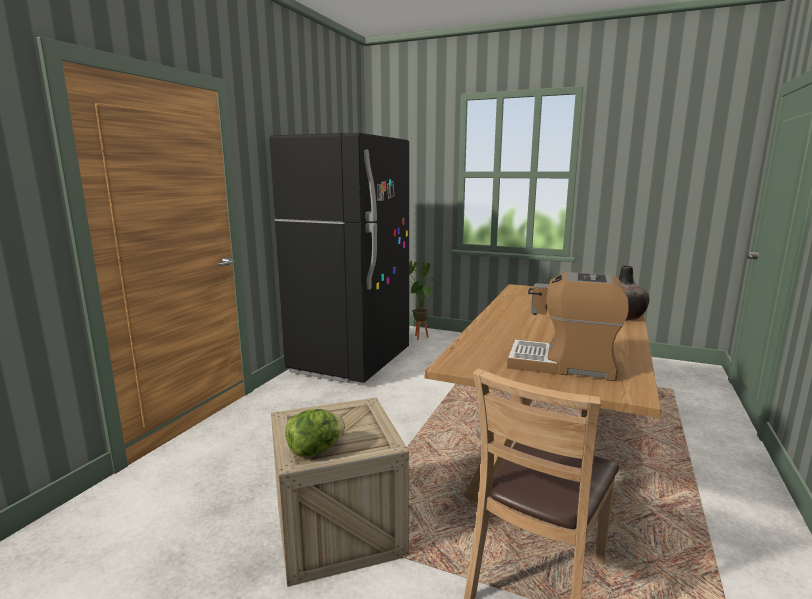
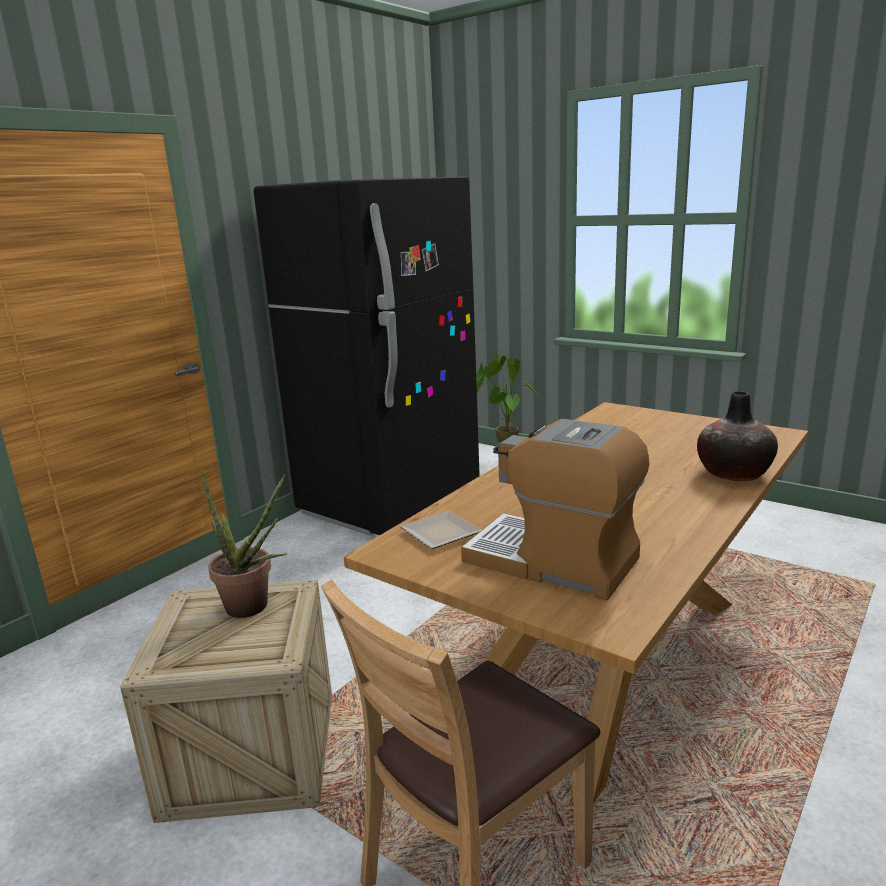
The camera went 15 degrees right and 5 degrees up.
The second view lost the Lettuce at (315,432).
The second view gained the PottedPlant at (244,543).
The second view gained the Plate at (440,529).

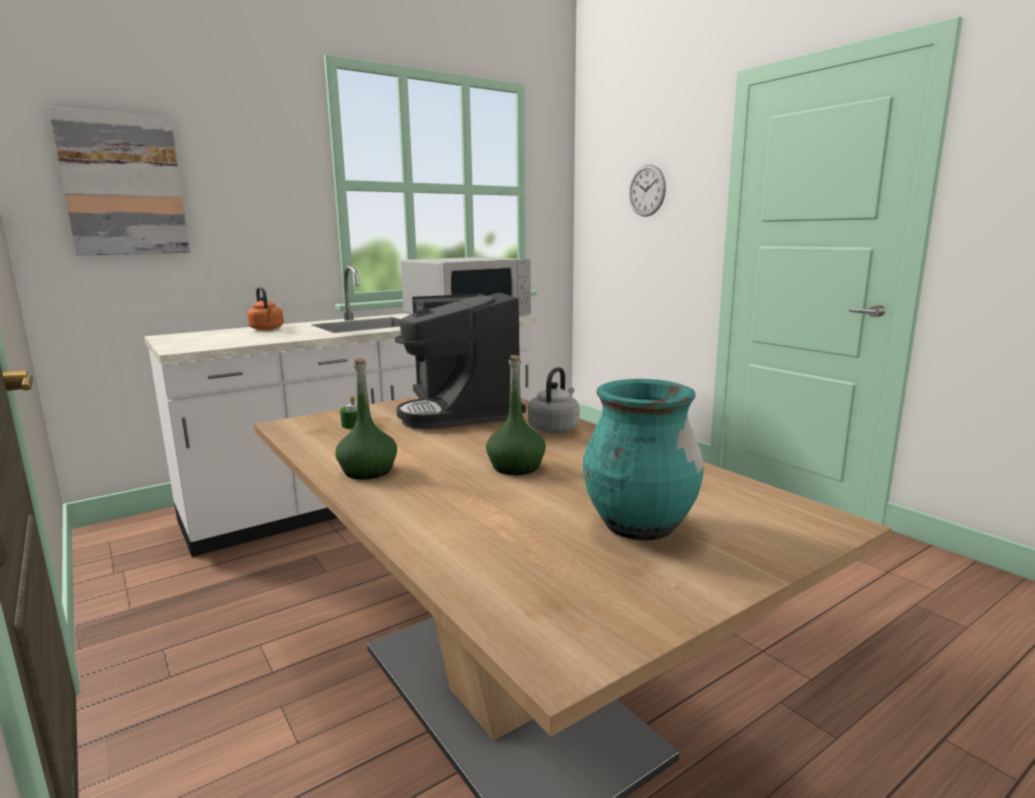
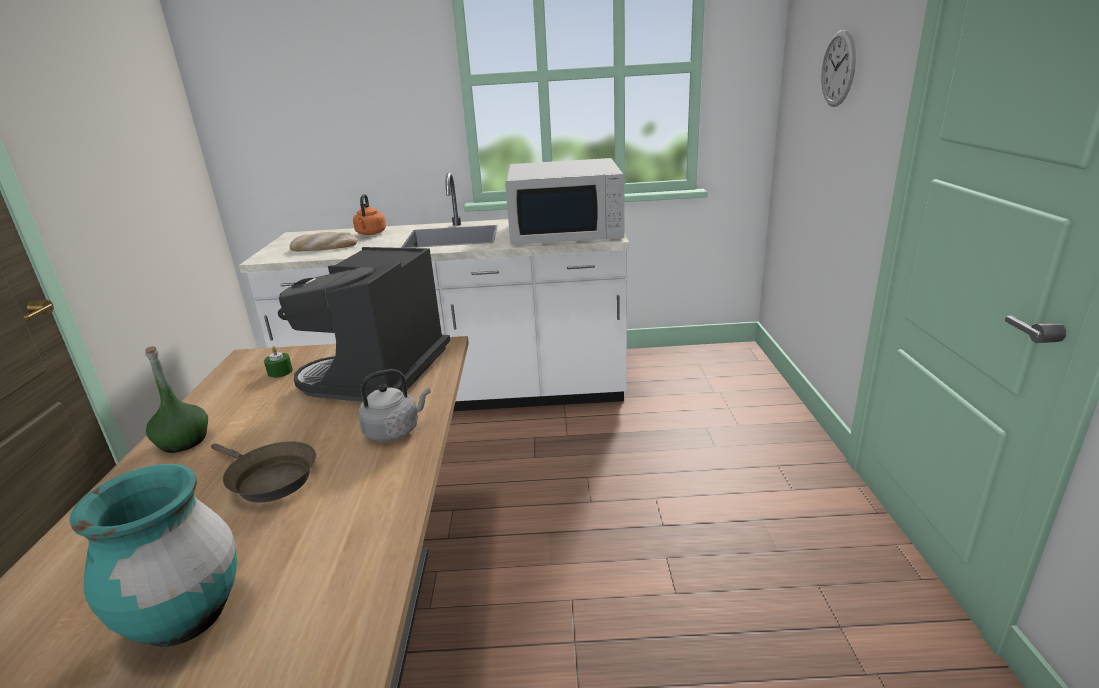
The camera went 35 degrees right and 10 degrees up.
The second view lost the Picture at (119,181).
Where the GreenBottle stood at (516,415), the BrownFryingPan came to stand at (263,472).
The second view gained the Bread at (324,241).

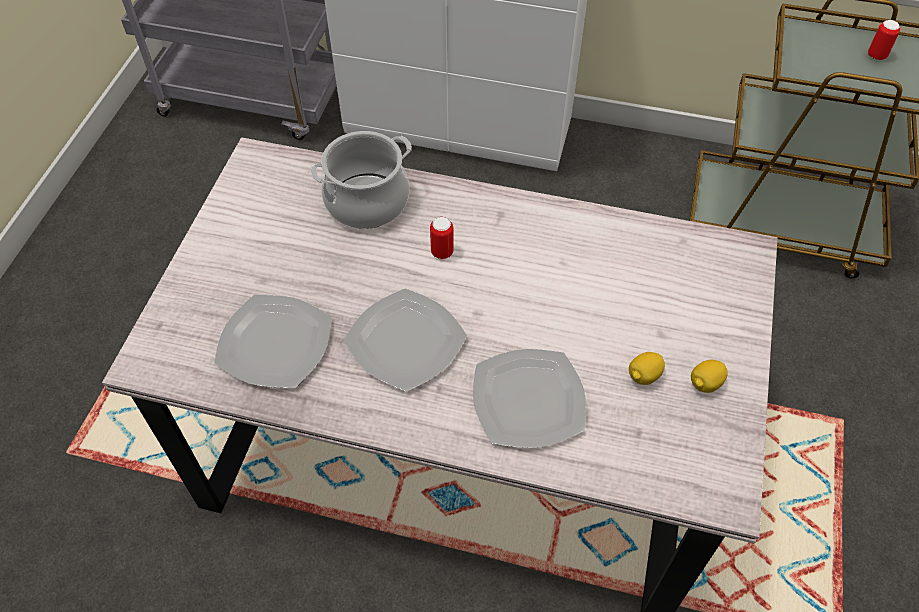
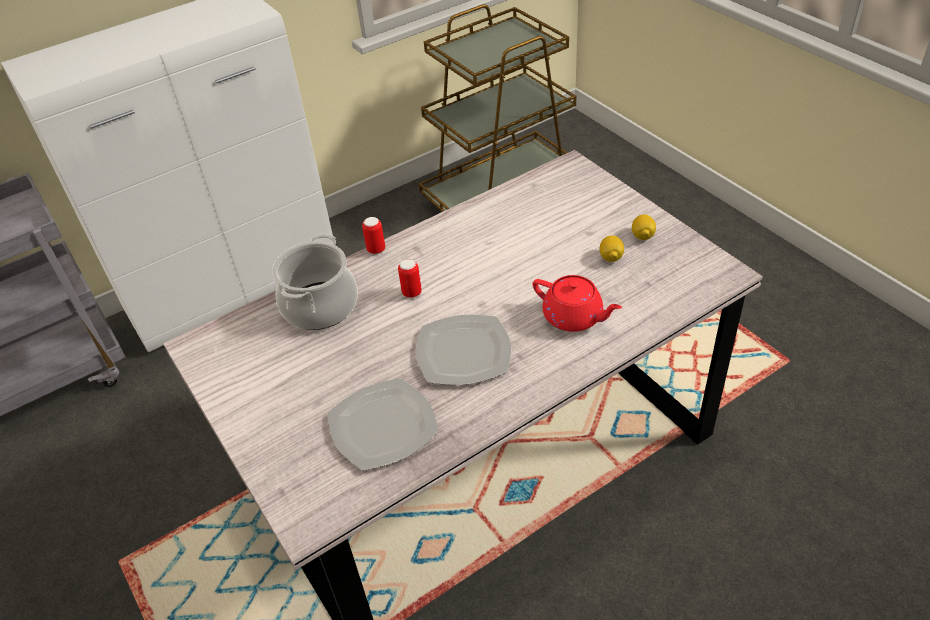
The camera went 45 degrees left and 10 degrees down.
The Can ended up elsewhere, having gone from (884,40) to (373,235).
Where the Plate stood at (529,398), the RedTeapot came to stand at (577,303).

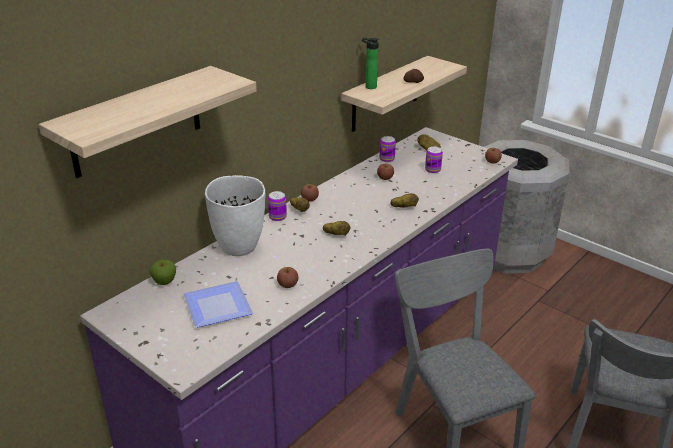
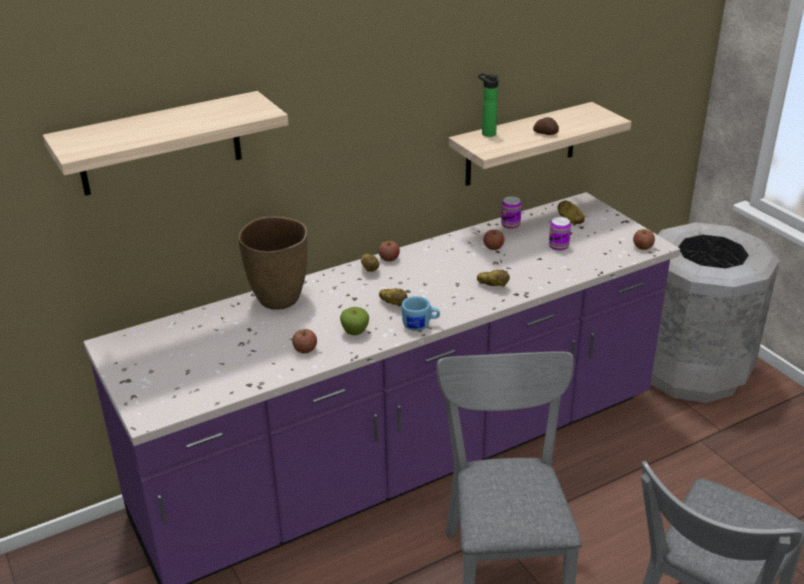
The camera went 20 degrees right and 0 degrees up.
What was the WhiteVase at (235,215) turned into the BrownVase at (272,263).
The second view lost the Can at (277,206).
The Apple ended up elsewhere, having gone from (163,272) to (354,321).
The second view lost the Plate at (218,304).
The second view gained the BlueMug at (420,313).

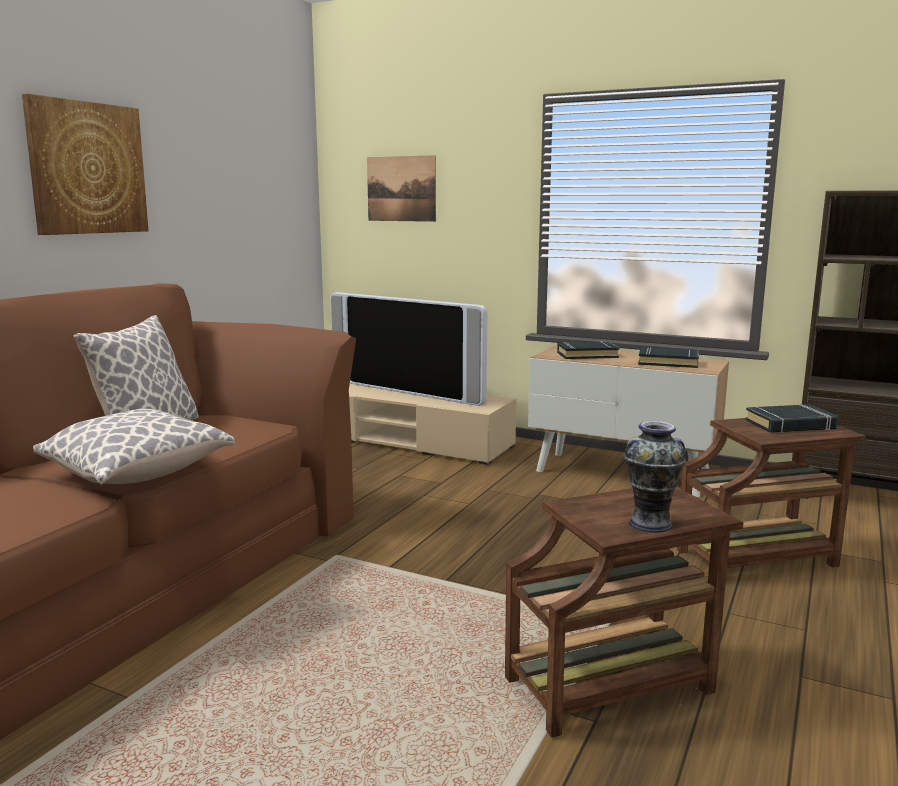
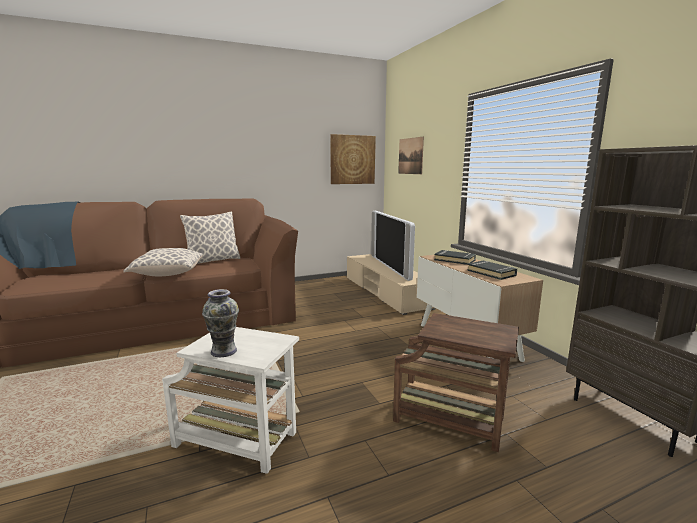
The camera went 40 degrees right and 0 degrees up.
The Picture ended up elsewhere, having gone from (85,164) to (353,159).
The second view lost the BlackBook at (791,418).
What was the BrownSideTable at (624,612) turned into the WhiteSideTable at (230,400).

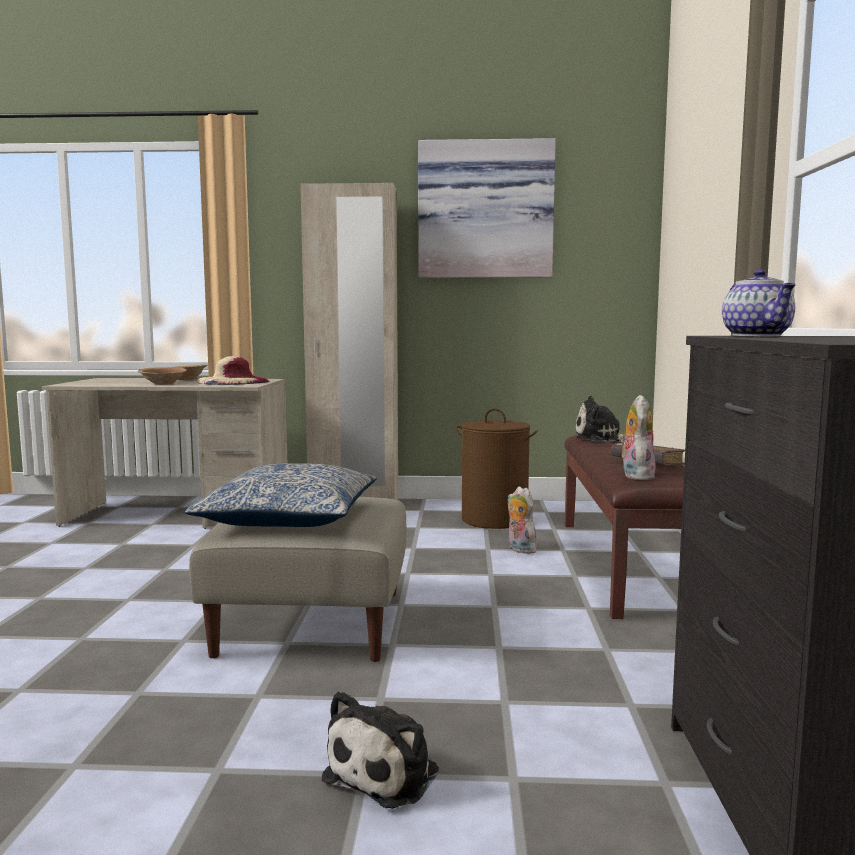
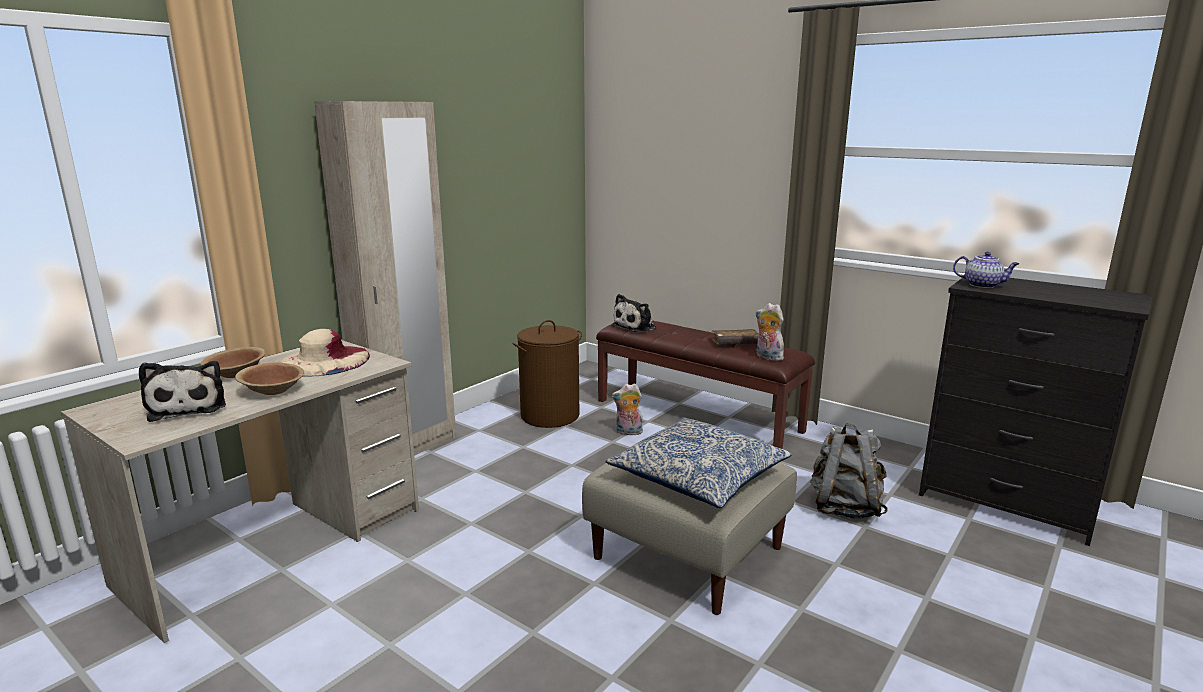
The camera went 55 degrees left and 10 degrees up.
The second view lost the Picture at (487,208).
The PlushToy ended up elsewhere, having gone from (380,750) to (182,391).
The second view gained the GreyBackpack at (849,471).

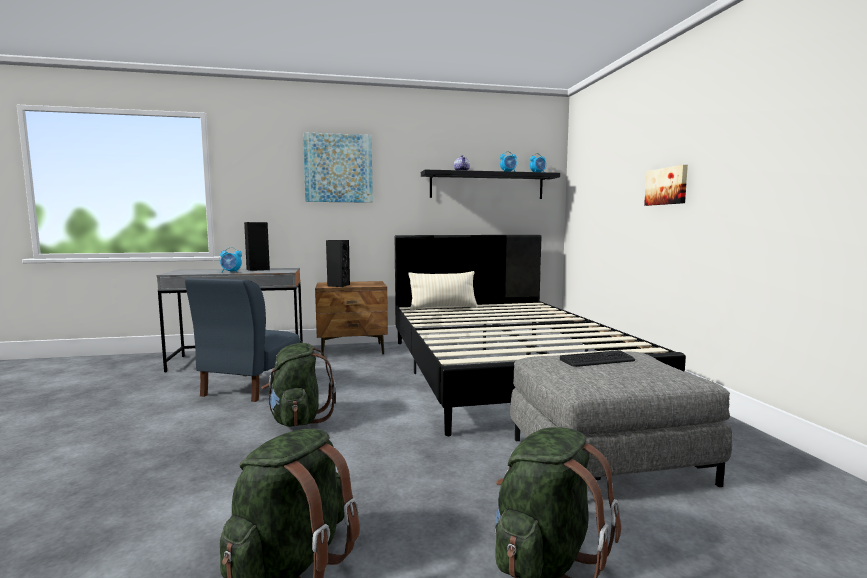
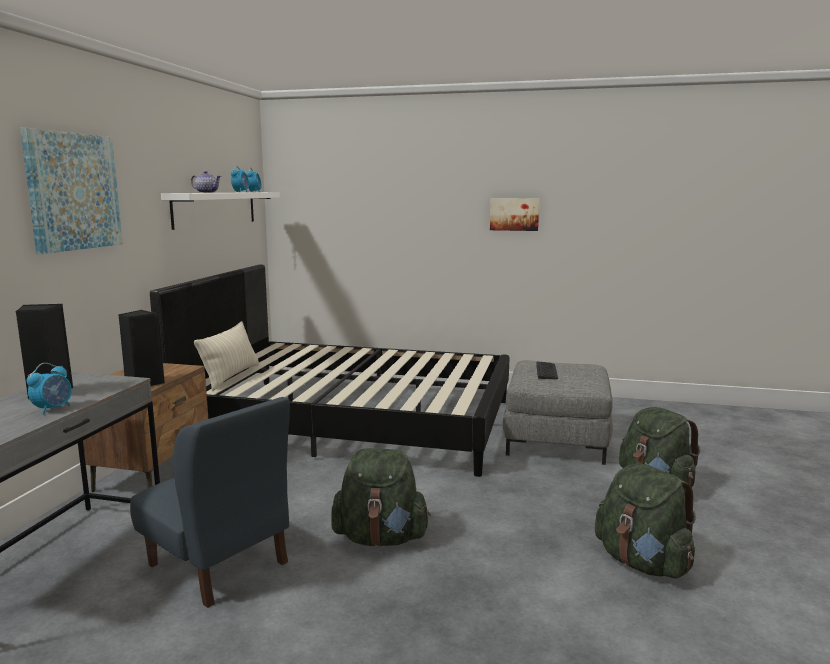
The camera went 65 degrees left and 5 degrees up.
The Picture ended up elsewhere, having gone from (666,185) to (514,215).
What was the BlackShelf at (490,184) turned into the WhiteShelf at (220,211).

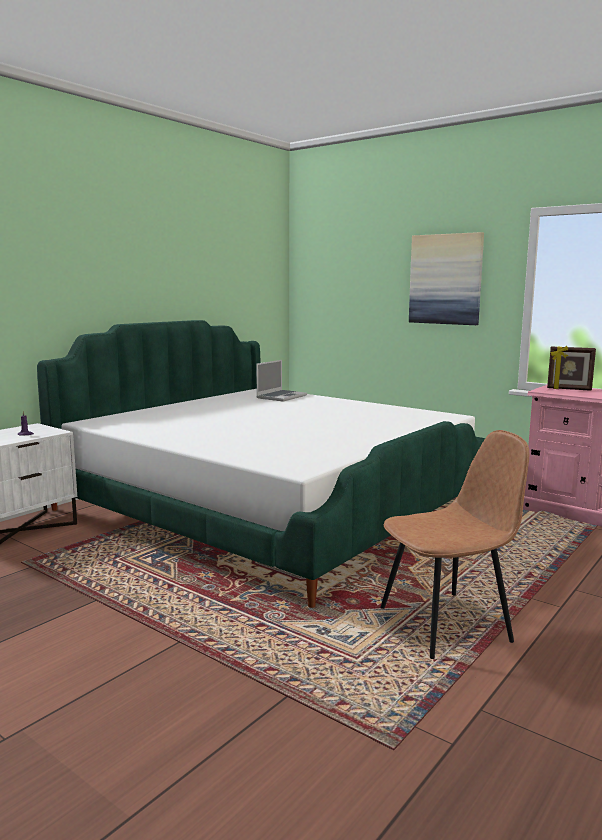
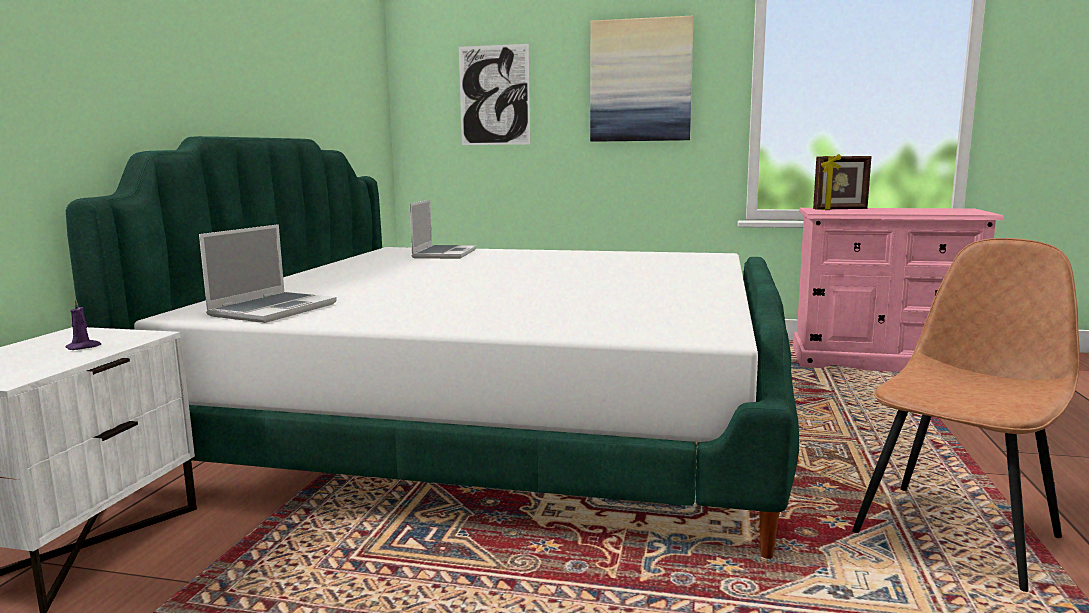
The camera went 25 degrees left and 0 degrees up.
The second view gained the Picture at (494,94).
The second view gained the Laptop at (268,273).

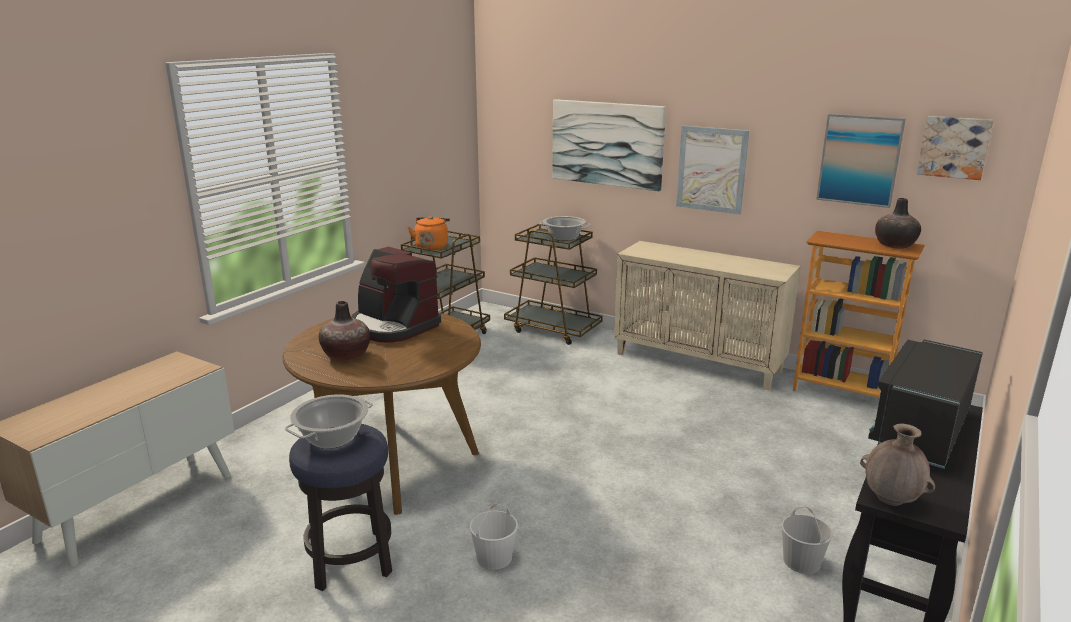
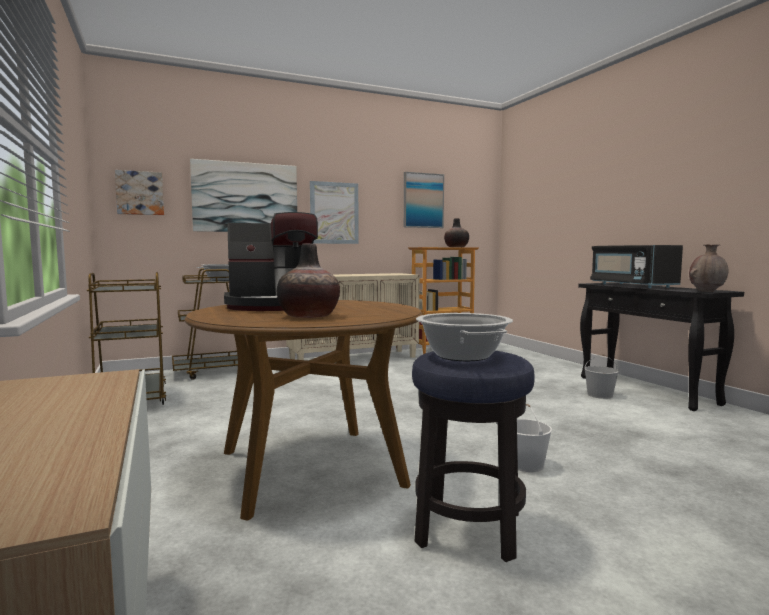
The camera went 55 degrees left and 15 degrees down.
The Picture ended up elsewhere, having gone from (955,148) to (139,192).
The second view lost the OrangeKettle at (429,233).

